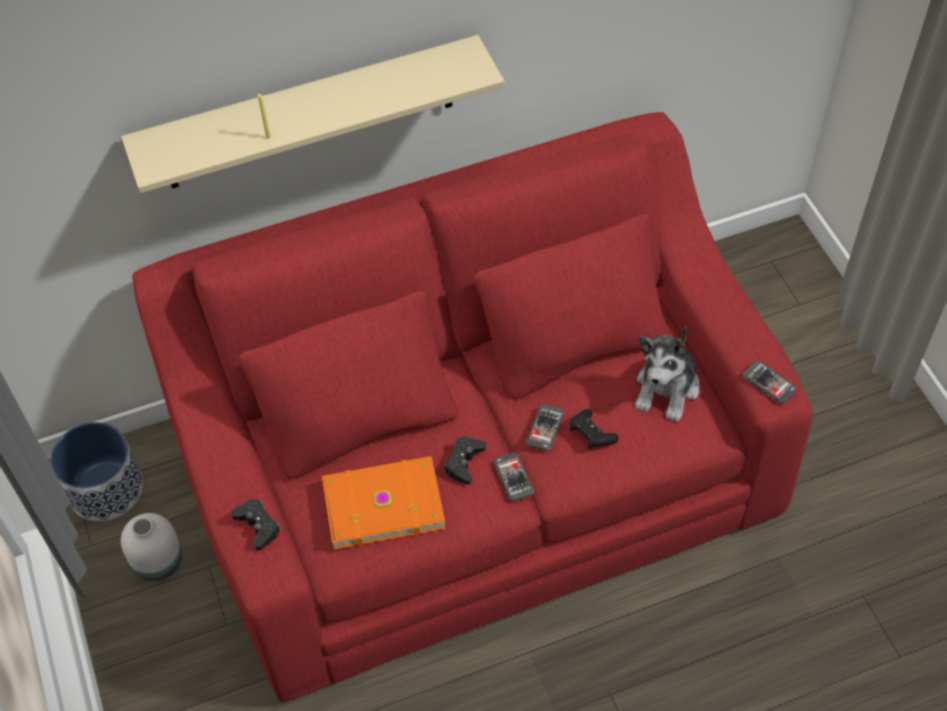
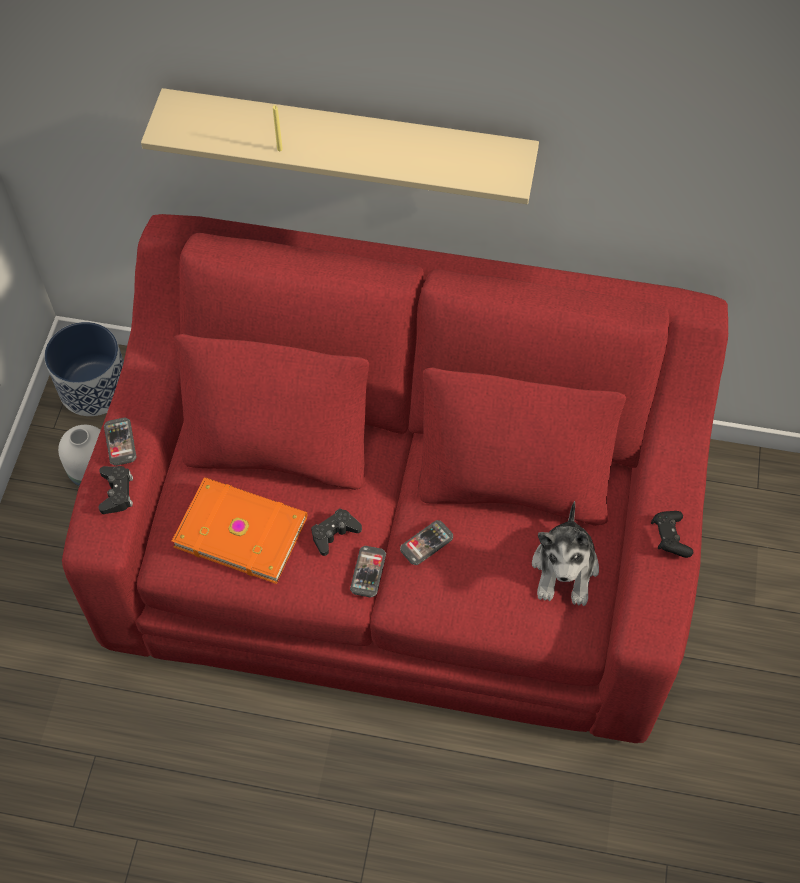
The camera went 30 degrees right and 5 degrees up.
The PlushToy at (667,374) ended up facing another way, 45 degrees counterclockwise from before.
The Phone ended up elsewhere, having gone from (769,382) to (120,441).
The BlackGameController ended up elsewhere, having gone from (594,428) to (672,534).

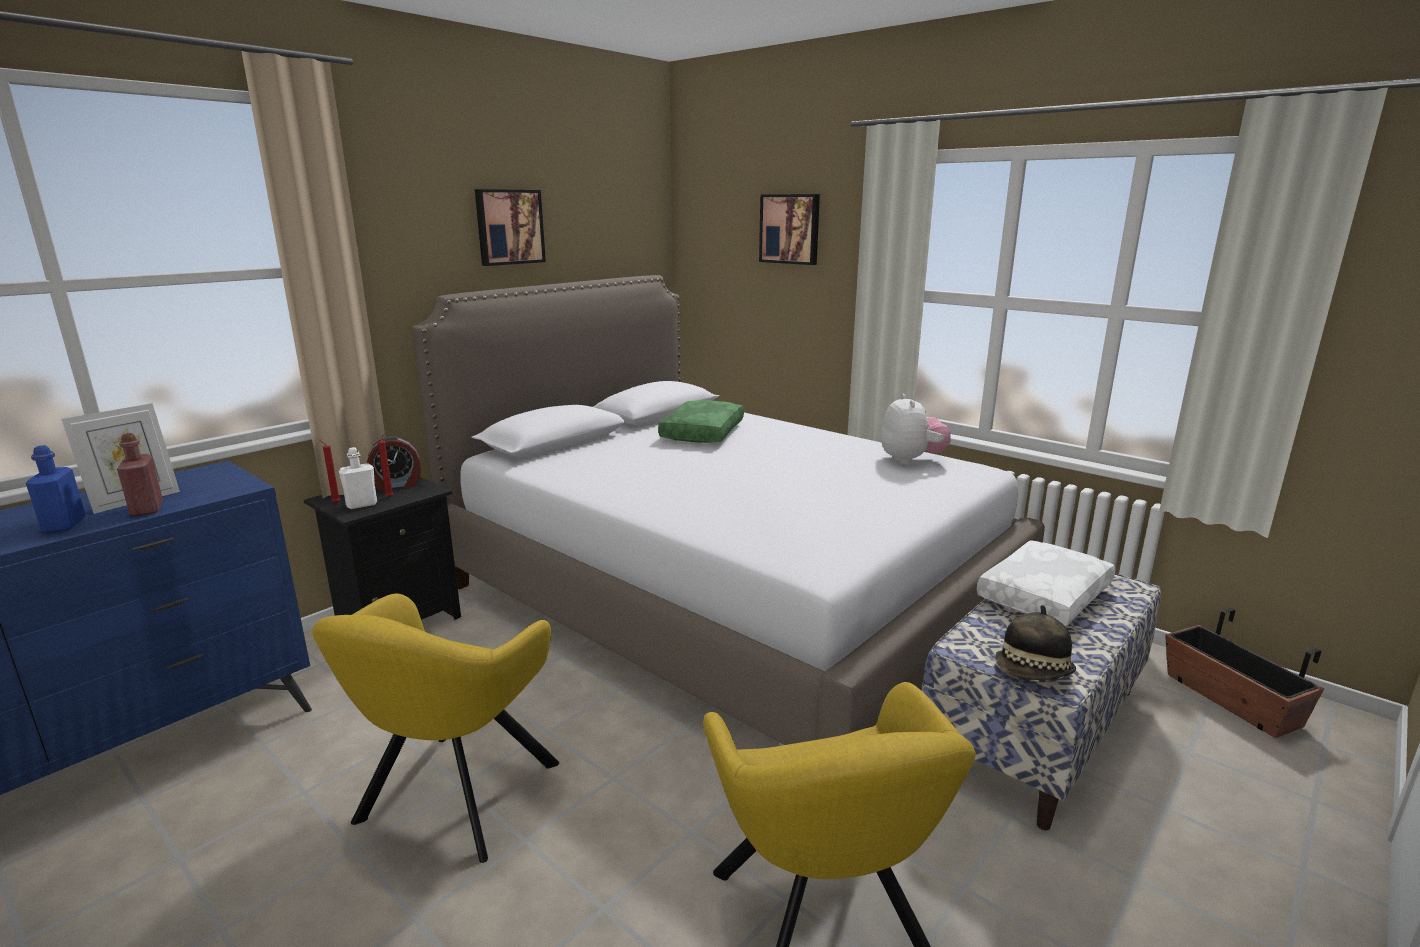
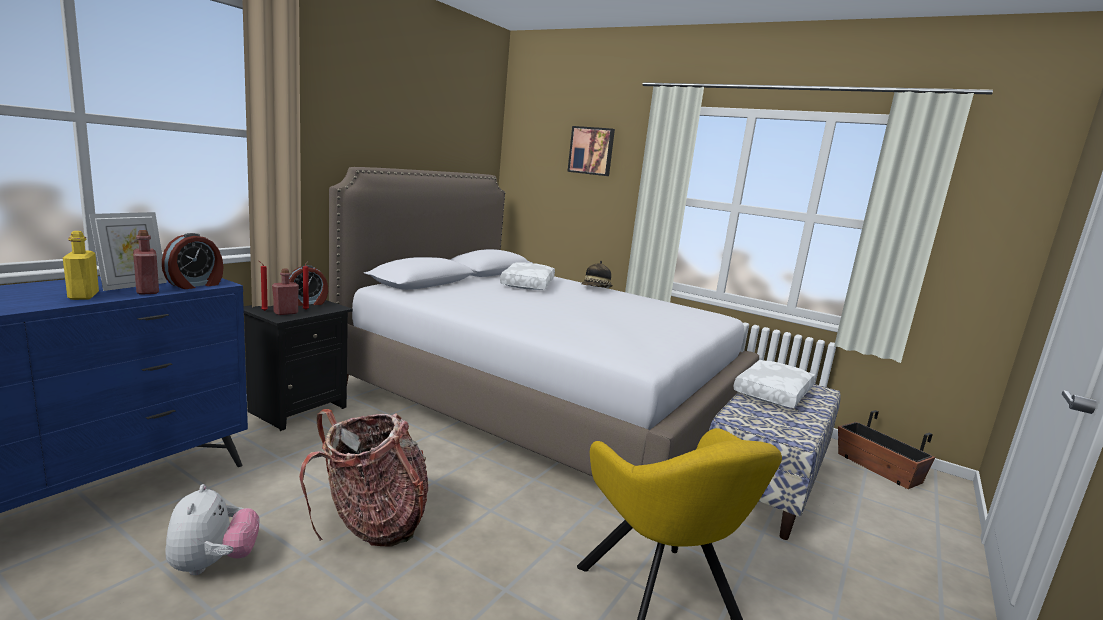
The camera went 10 degrees left and 5 degrees down.
The second view lost the Picture at (510,227).
The PlushToy ended up elsewhere, having gone from (916,429) to (212,529).
What was the GreenPillow at (701,421) turned into the WhitePillow at (527,276).
What was the BlueBottle at (56,489) turned into the YellowBottle at (81,265).
What was the WhiteBottle at (357,478) turned into the RedBottle at (285,291).
Where the YellowArmchair stood at (435,728), the Backpack came to stand at (363,478).
The Hat ended up elsewhere, having gone from (1035,643) to (597,274).
The second view gained the AlarmClock at (193,261).

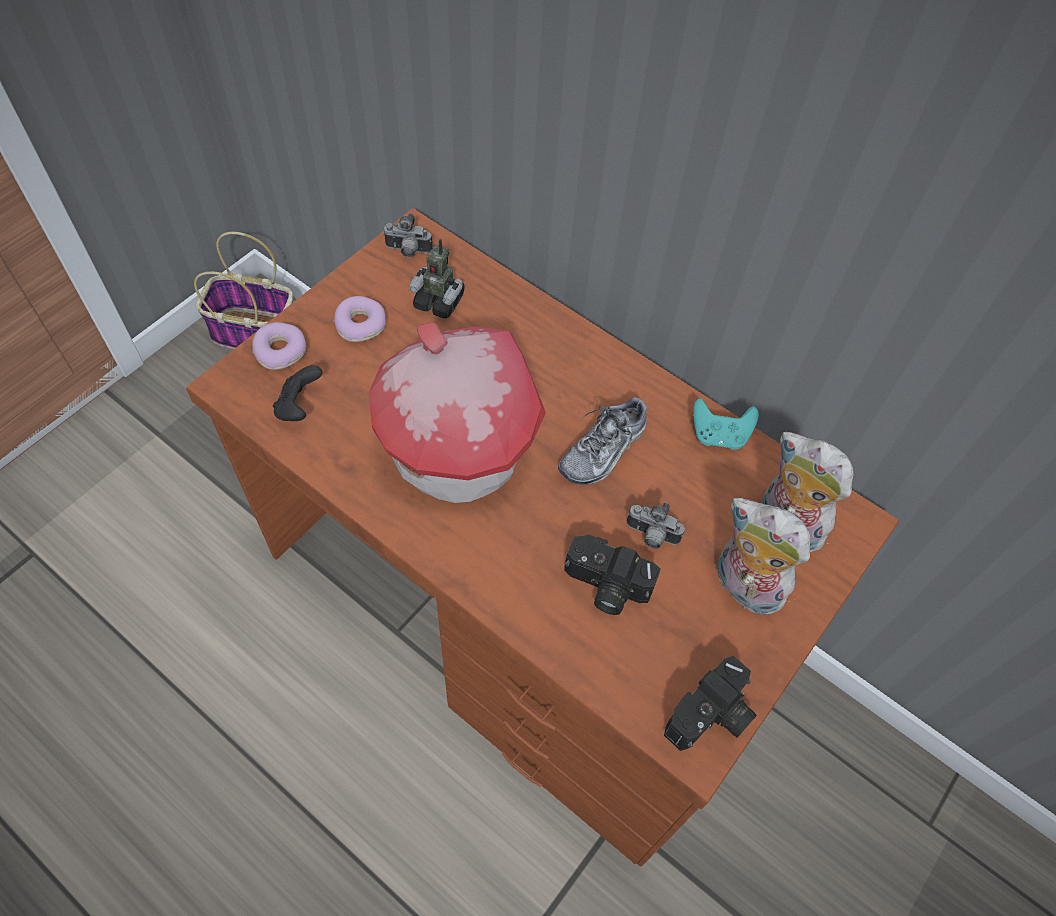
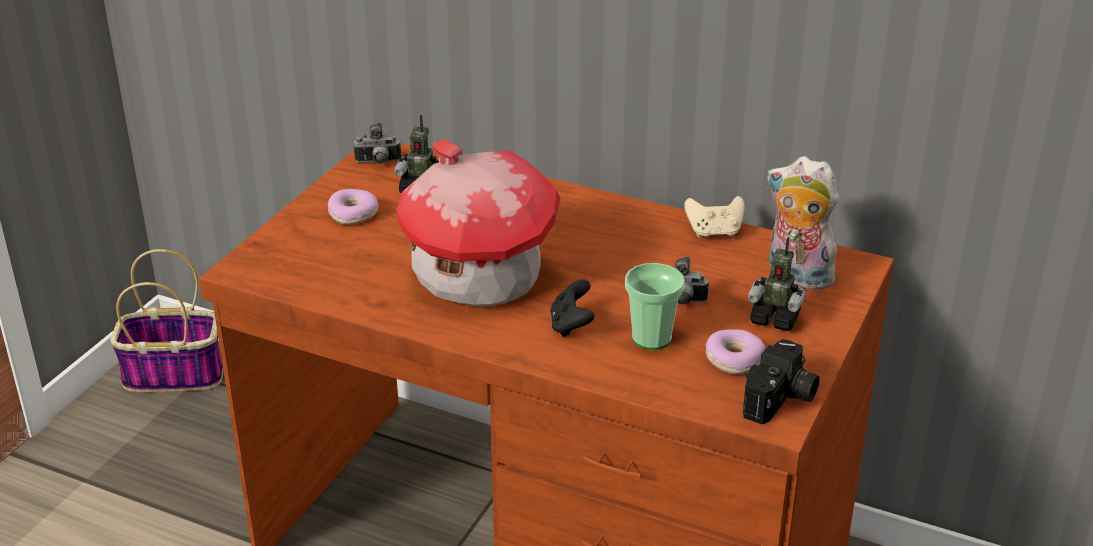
The camera went 10 degrees left and 25 degrees down.
The Donut ended up elsewhere, having gone from (279,346) to (735,351).
The BlackGameController ended up elsewhere, having gone from (297,393) to (572,308).
The second view lost the Shoe at (602,441).
What was the TurquoiseGameController at (726,424) turned into the BeigeGameController at (714,217).
Where the PlushToy stood at (764,556), the ToyRobot came to stand at (777,284).
Where the PhotoCamera stood at (612,575), the Cup came to stand at (655,306).

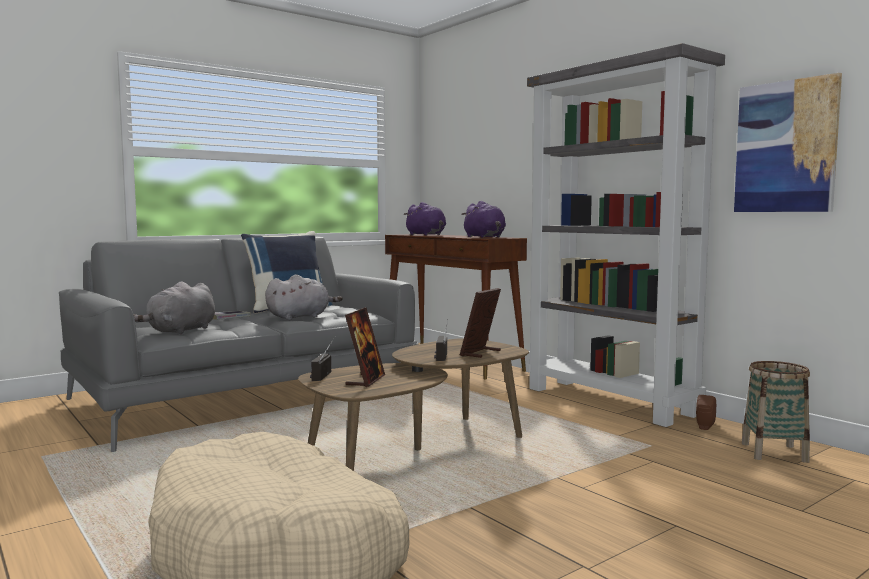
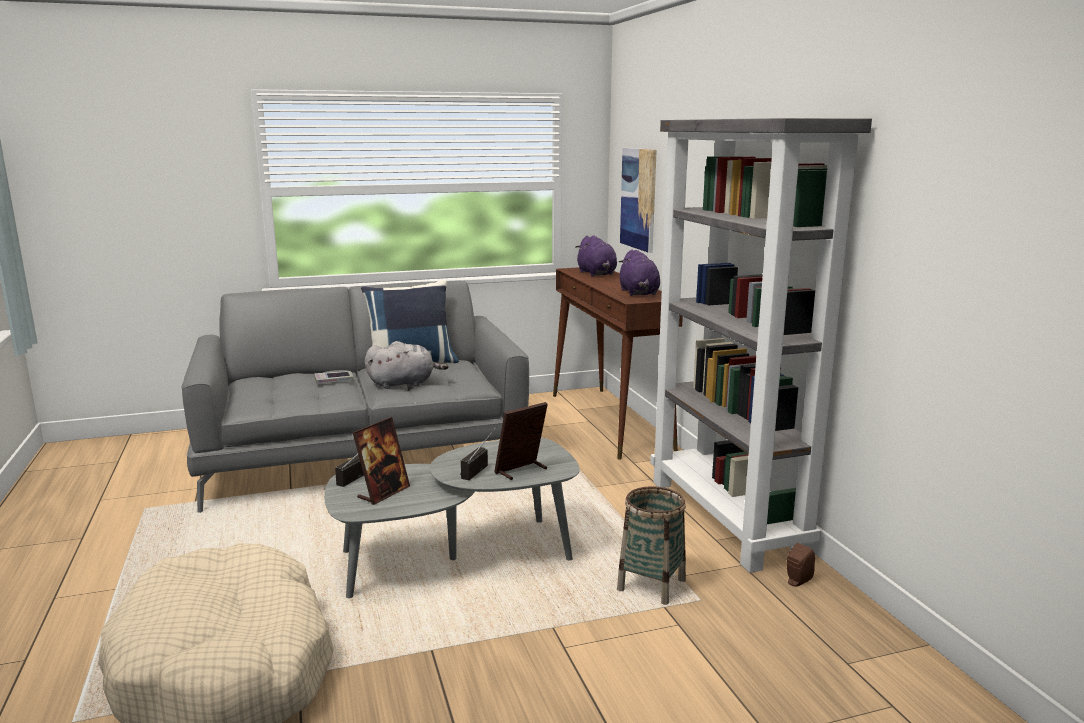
The camera went 20 degrees right and 10 degrees up.
The Picture ended up elsewhere, having gone from (788,142) to (638,200).
The second view lost the GreyPlushToy at (174,308).
What was the BrownCoffeeTable at (413,404) turned into the GreyCoffeeTable at (452,517).
The Basket ended up elsewhere, having gone from (776,412) to (651,545).

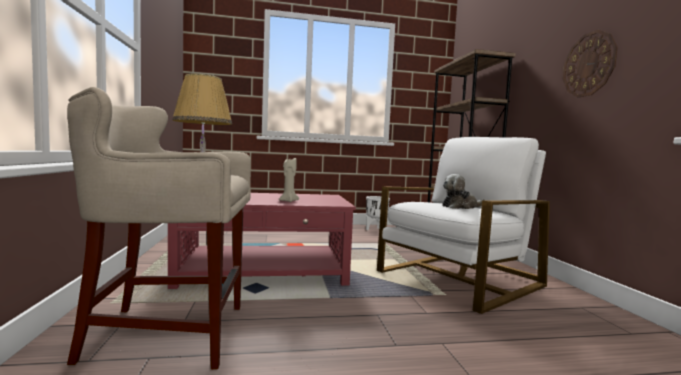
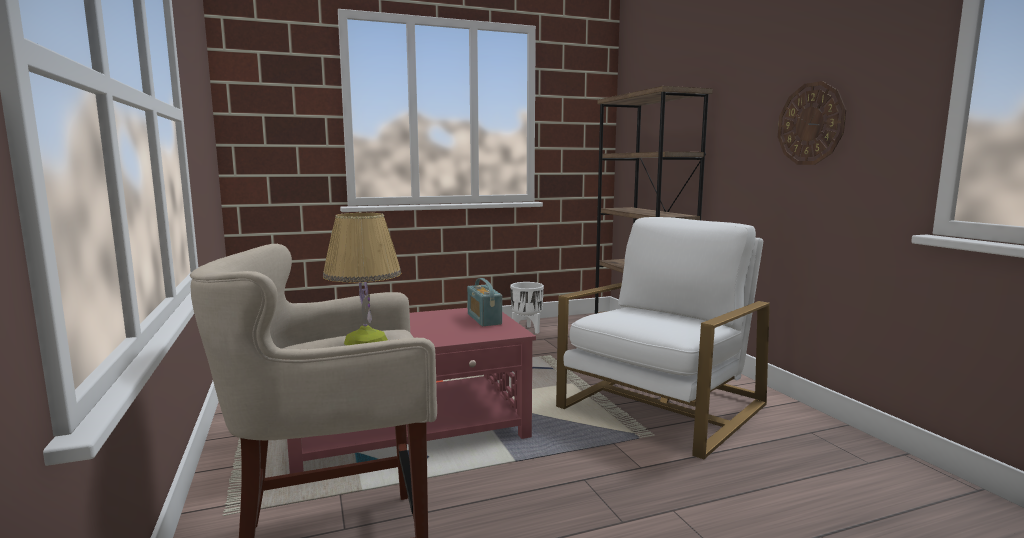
The camera went 10 degrees left and 5 degrees up.
The second view lost the BeigeCandle at (289,180).
The second view lost the PlushToy at (463,191).
The second view gained the Radio at (484,302).

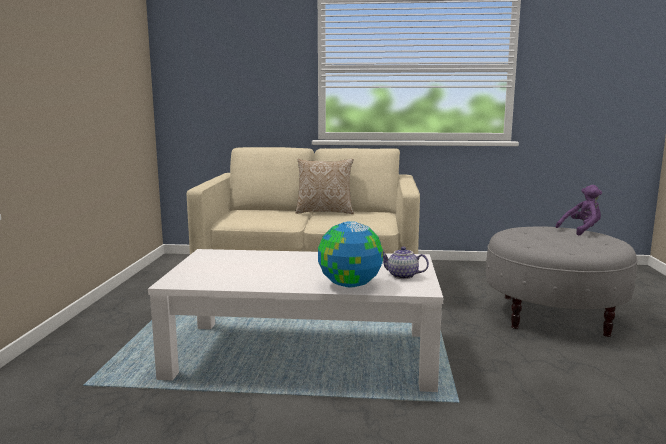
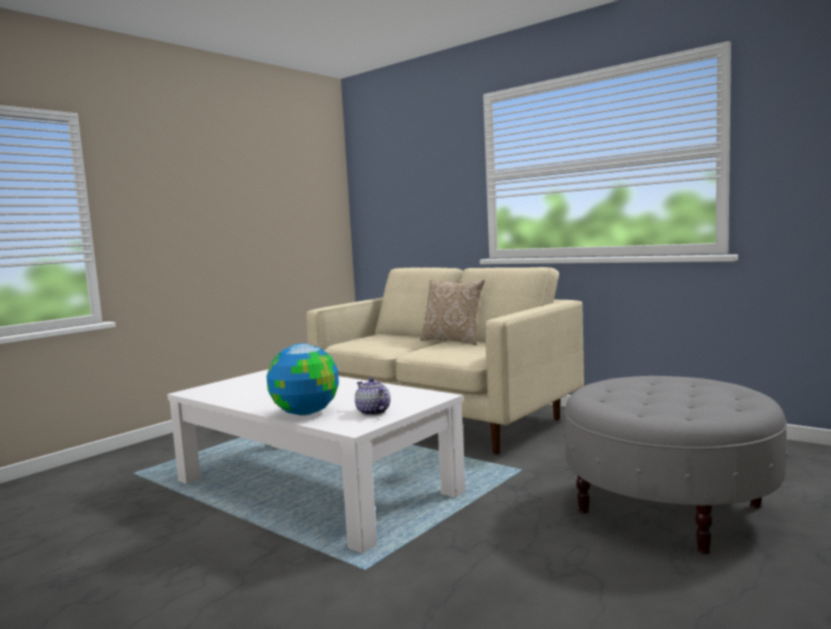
The camera went 35 degrees right and 5 degrees down.
The second view lost the PurplePlushToy at (579,210).

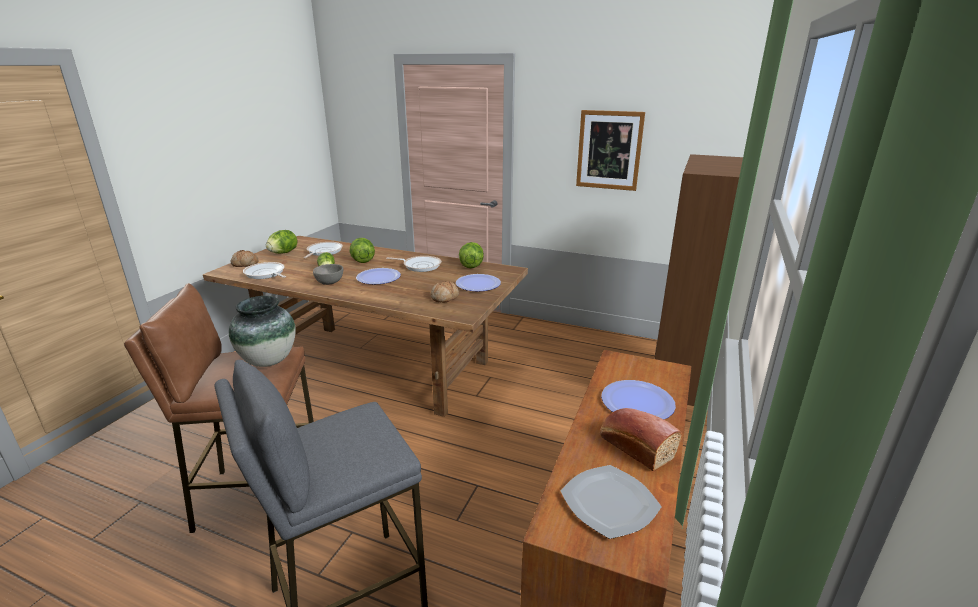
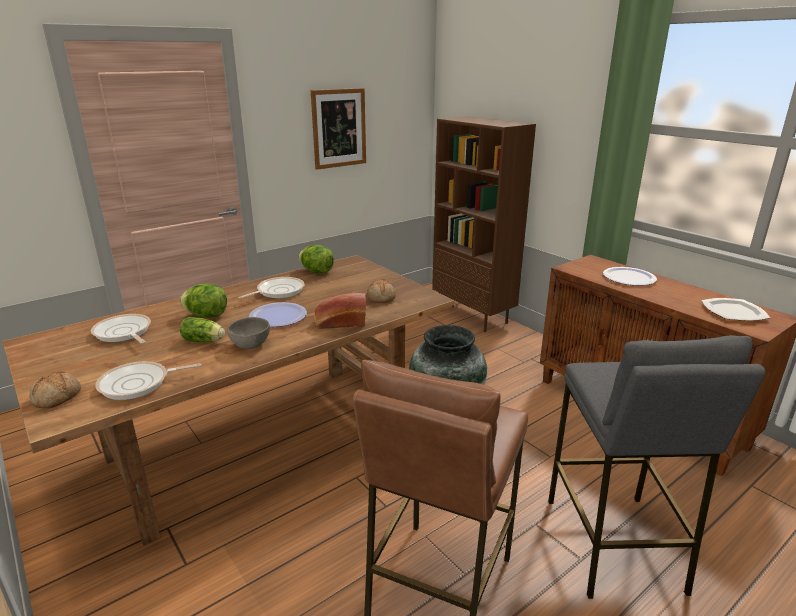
The camera went 60 degrees left and 0 degrees up.
The second view lost the Lettuce at (281,242).
The second view lost the Plate at (478,283).
The Bread ended up elsewhere, having gone from (641,440) to (340,311).

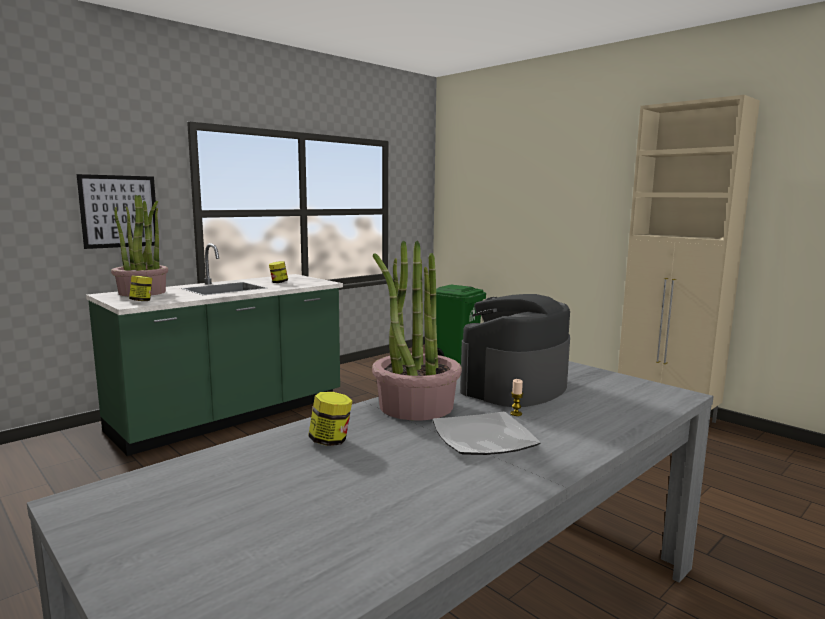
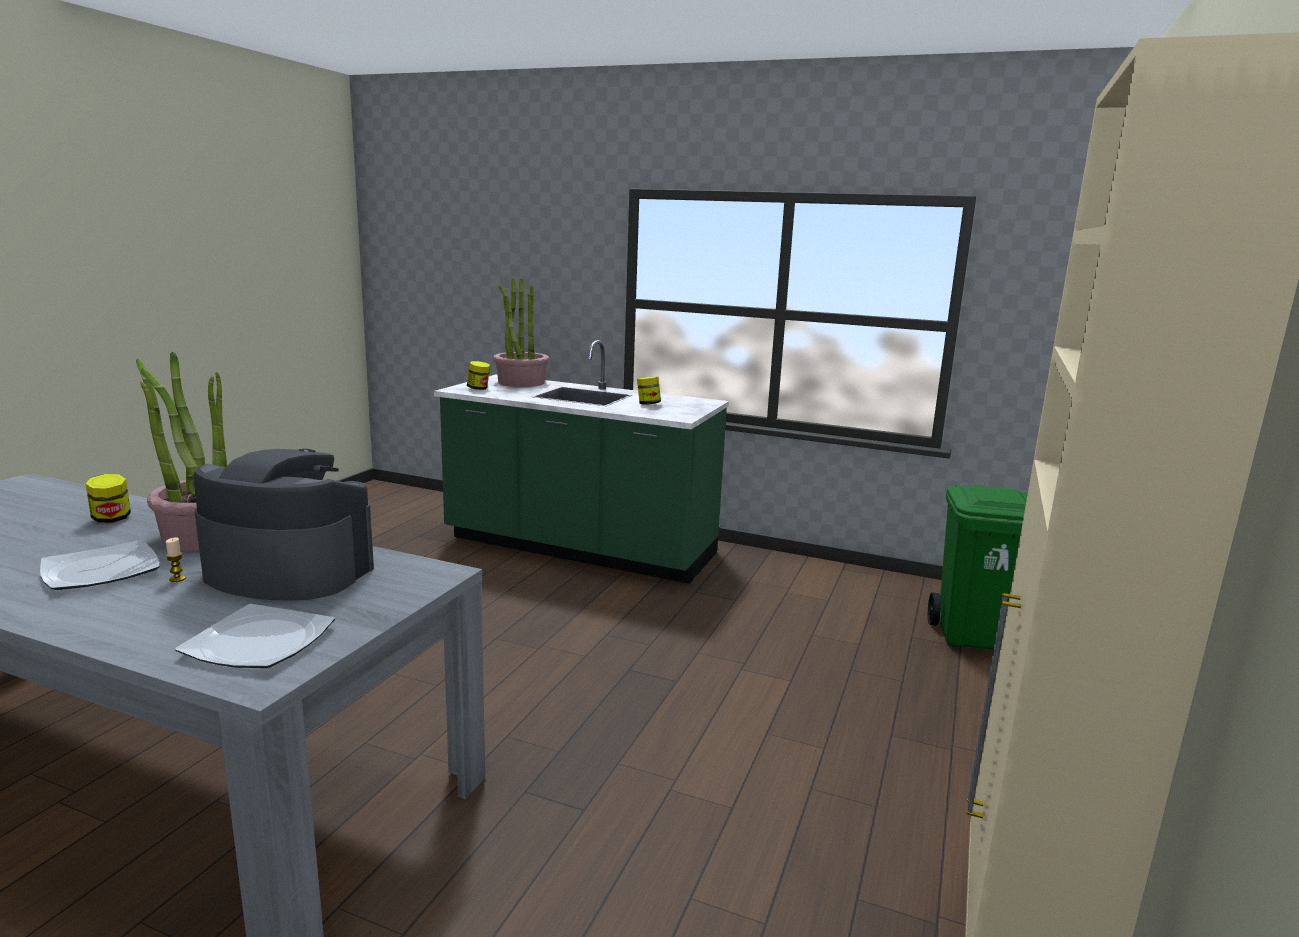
The camera went 65 degrees right and 5 degrees up.
The second view lost the Picture at (116,211).
The second view gained the Plate at (255,636).

